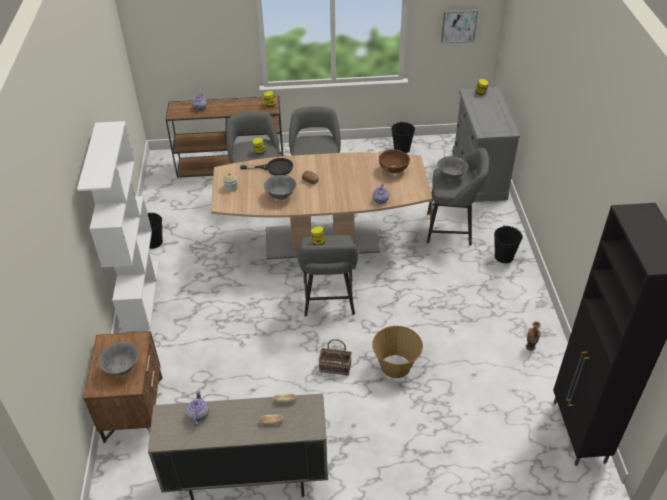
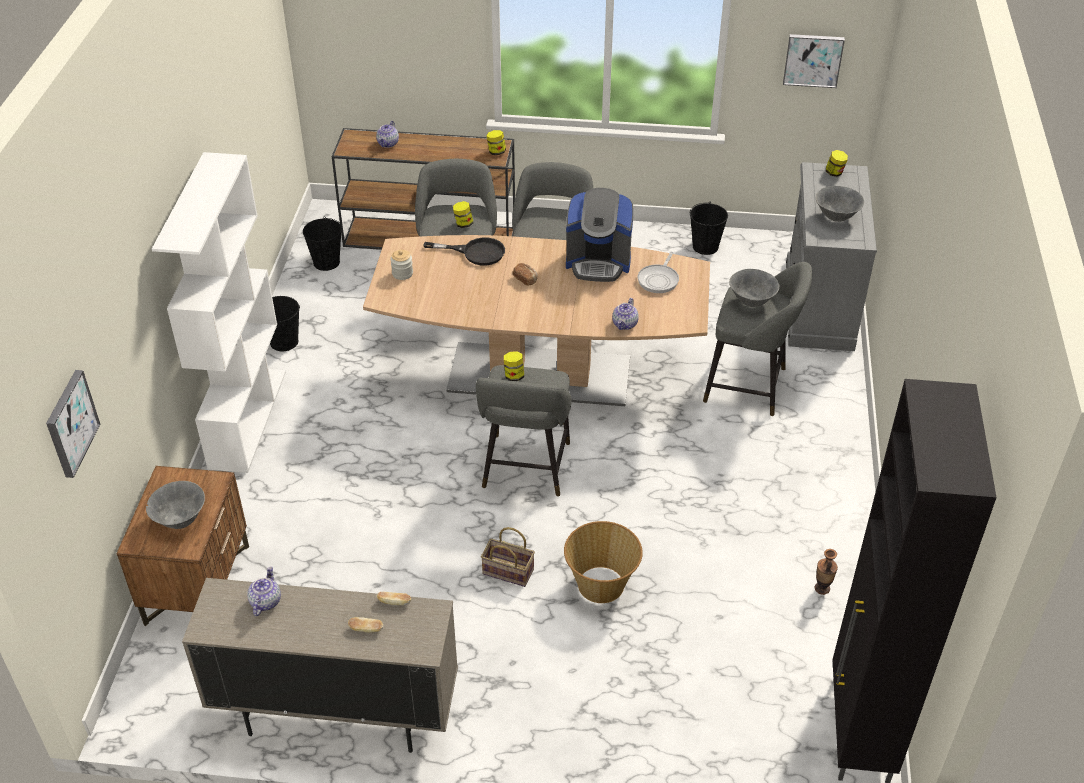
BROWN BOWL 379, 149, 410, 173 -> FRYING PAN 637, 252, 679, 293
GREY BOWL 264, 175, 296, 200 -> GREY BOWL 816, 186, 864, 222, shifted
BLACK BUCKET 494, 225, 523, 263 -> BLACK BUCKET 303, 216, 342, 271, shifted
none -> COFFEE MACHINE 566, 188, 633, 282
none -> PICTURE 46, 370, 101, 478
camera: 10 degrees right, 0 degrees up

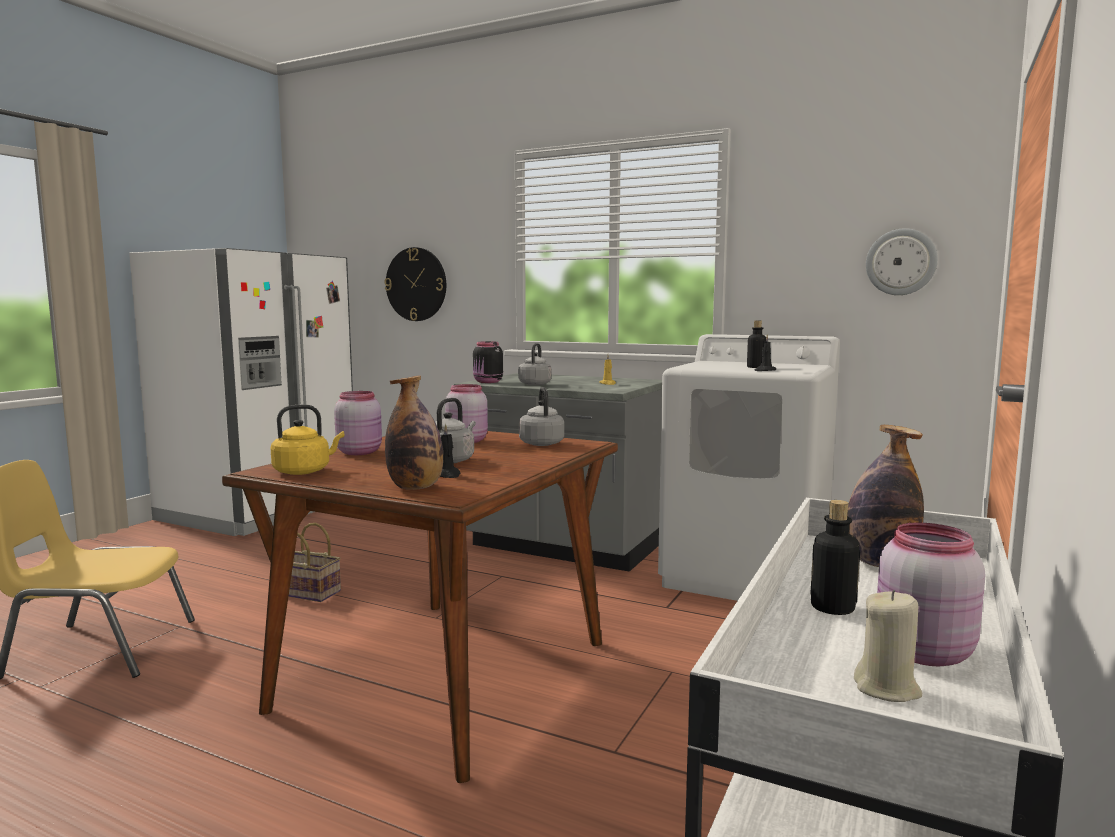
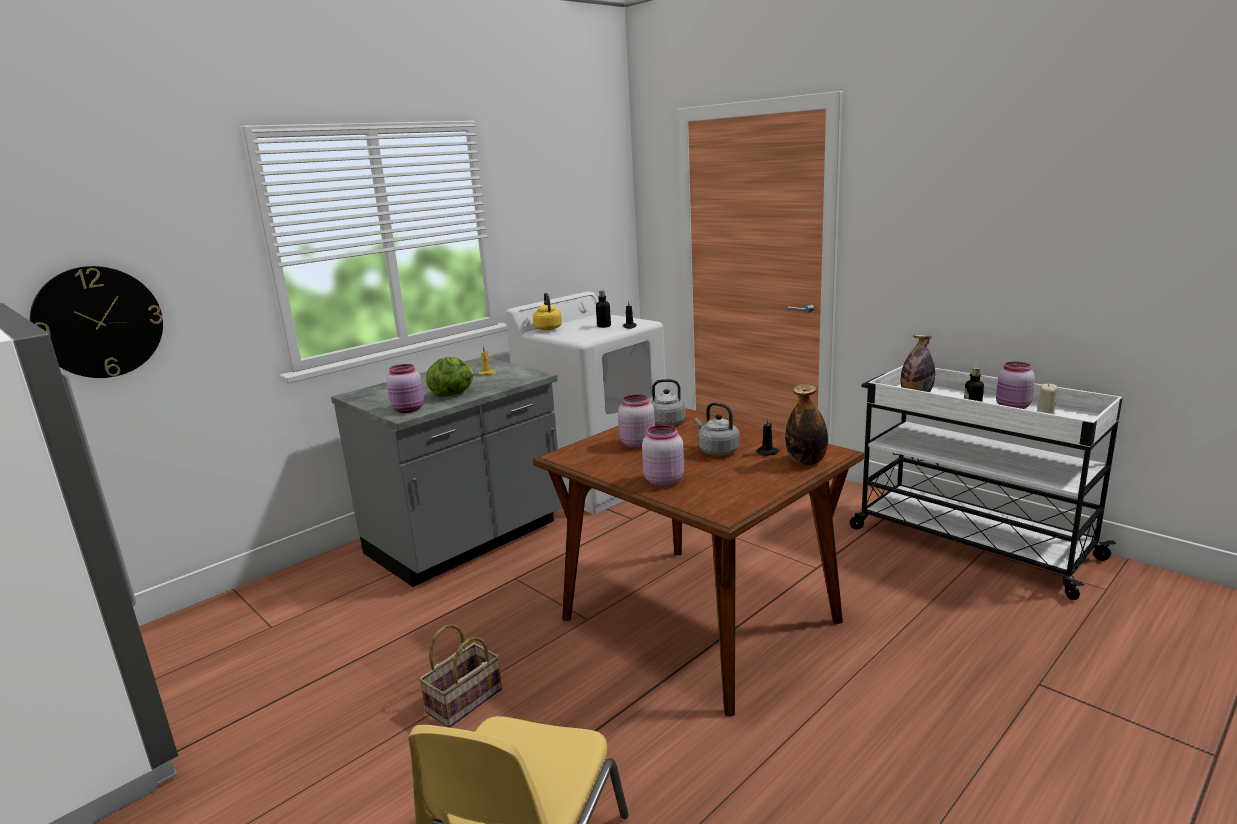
WALL CLOCK 866, 228, 938, 295 -> none
BLACK JAR 473, 341, 503, 383 -> PINK JAR 386, 364, 424, 413
GREY KETTLE 518, 343, 552, 385 -> LETTUCE 426, 357, 473, 397
YELLOW KETTLE 271, 405, 345, 475 -> YELLOW KETTLE 533, 293, 562, 330, shifted
camera: 70 degrees left, 10 degrees up

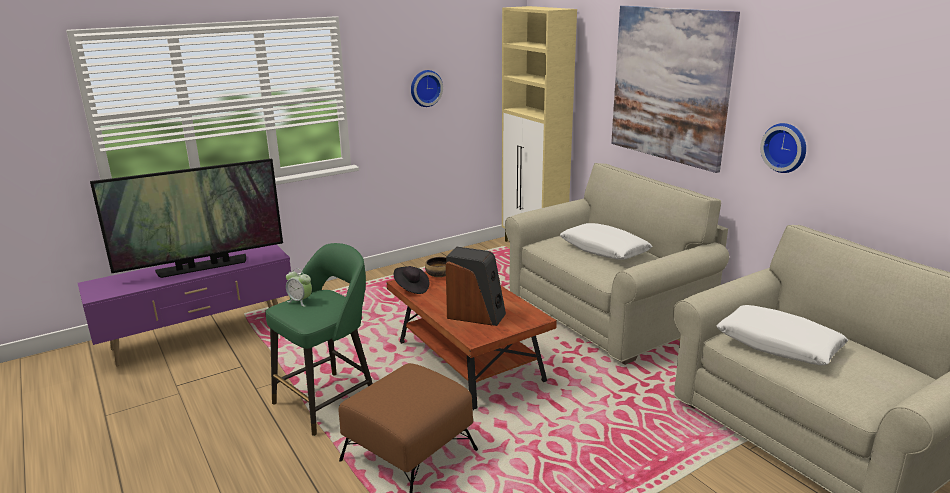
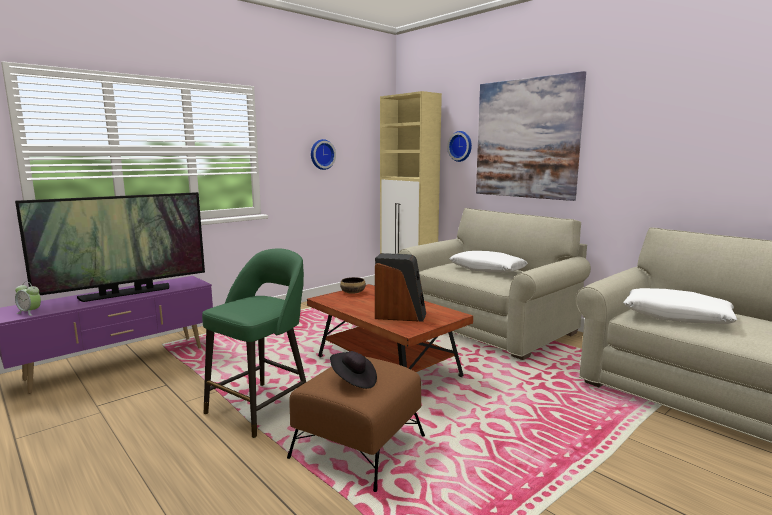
WALL CLOCK 760, 123, 806, 173 -> WALL CLOCK 447, 131, 472, 162, shifted
BLACK HAT 394, 266, 429, 294 -> BLACK HAT 330, 351, 377, 389, shifted
ALARM CLOCK 286, 268, 312, 307 -> ALARM CLOCK 15, 282, 41, 316, shifted
camera: 10 degrees left, 10 degrees down

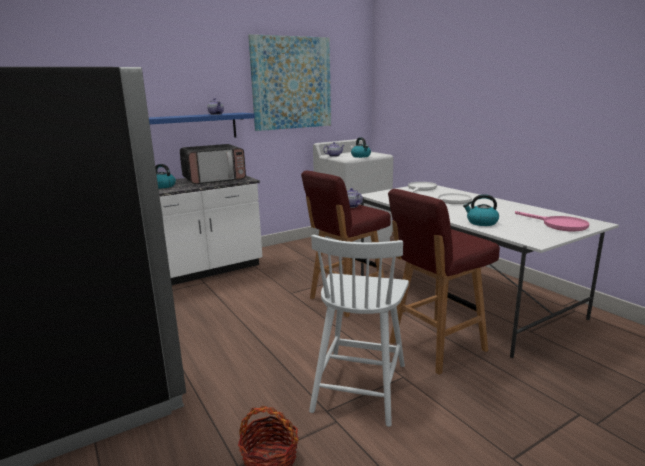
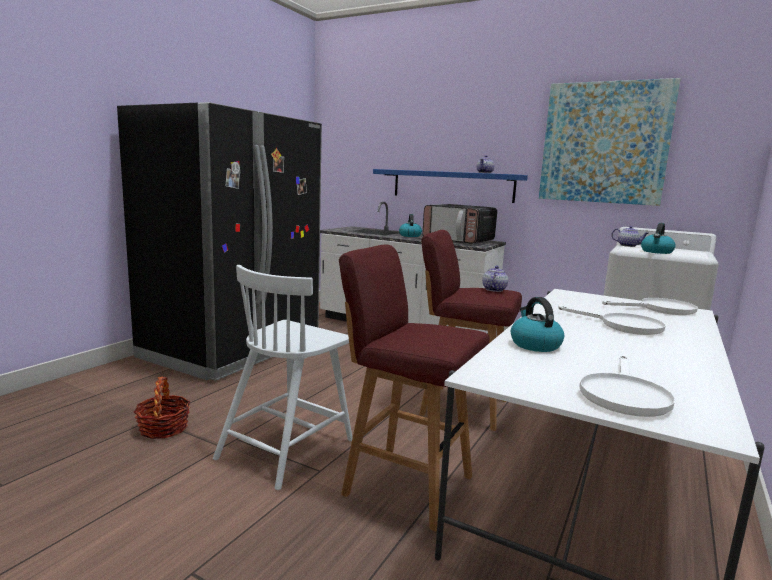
PINK FRYING PAN 515, 211, 589, 231 -> WHITE FRYING PAN 579, 355, 675, 417
WHITE CHAIR 309, 235, 409, 427 -> WHITE CHAIR 213, 265, 353, 490, 45 degrees counterclockwise
camera: 60 degrees right, 5 degrees down

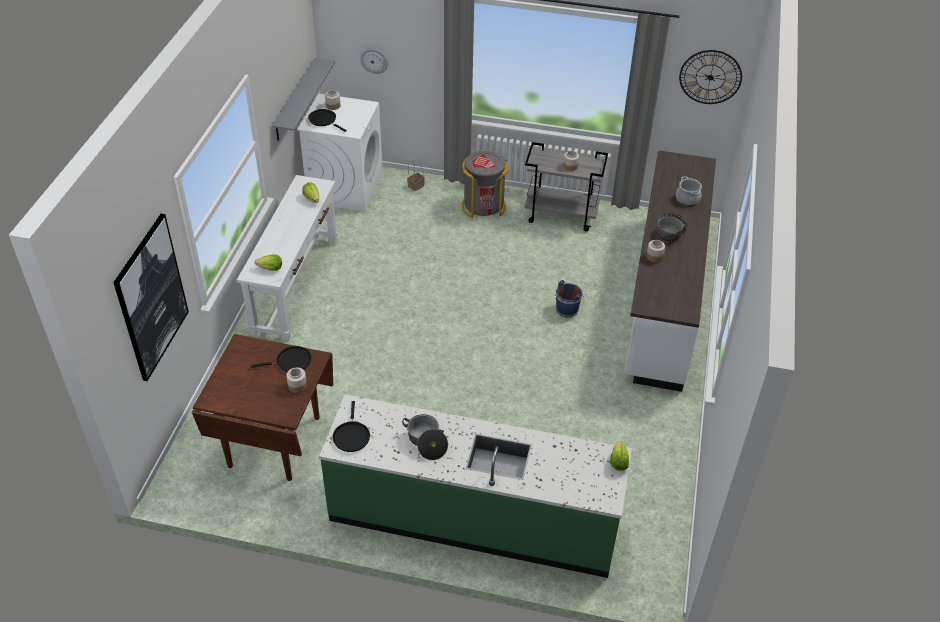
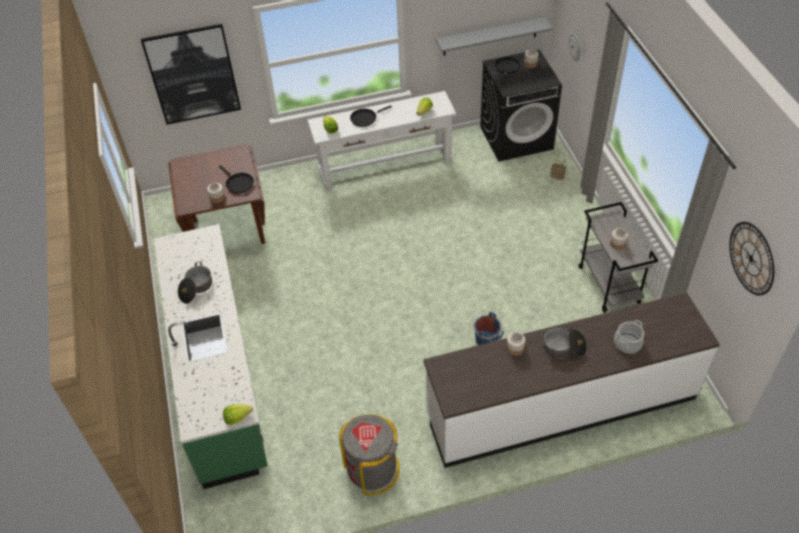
WHITE WASHING MACHINE 297, 94, 383, 212 -> BLACK WASHING MACHINE 480, 49, 562, 162
GREY TRASH CAN 462, 151, 509, 218 -> GREY TRASH CAN 339, 414, 400, 495, shifted
BLACK FRYING PAN 333, 401, 370, 452 -> BLACK FRYING PAN 350, 105, 392, 127, shifted
camera: 65 degrees right, 5 degrees up

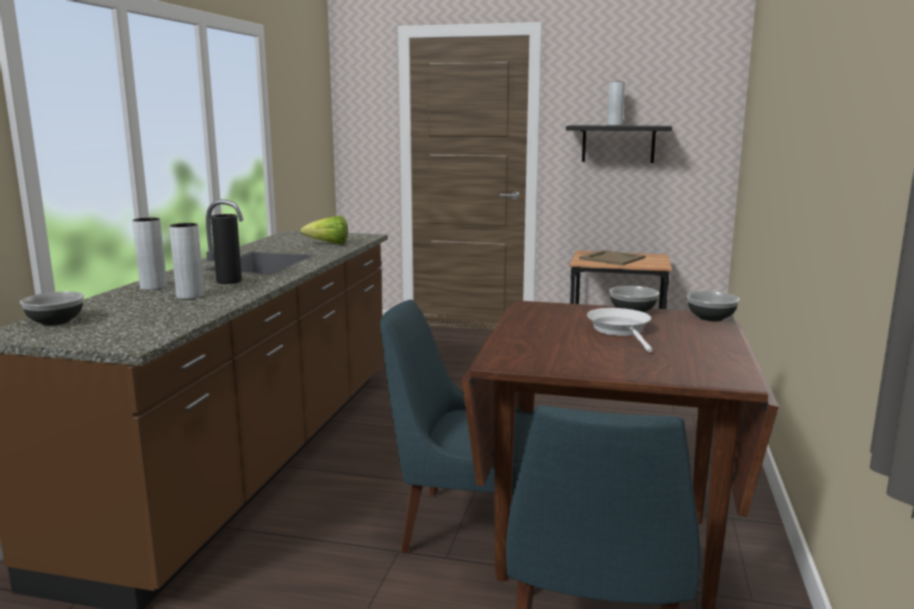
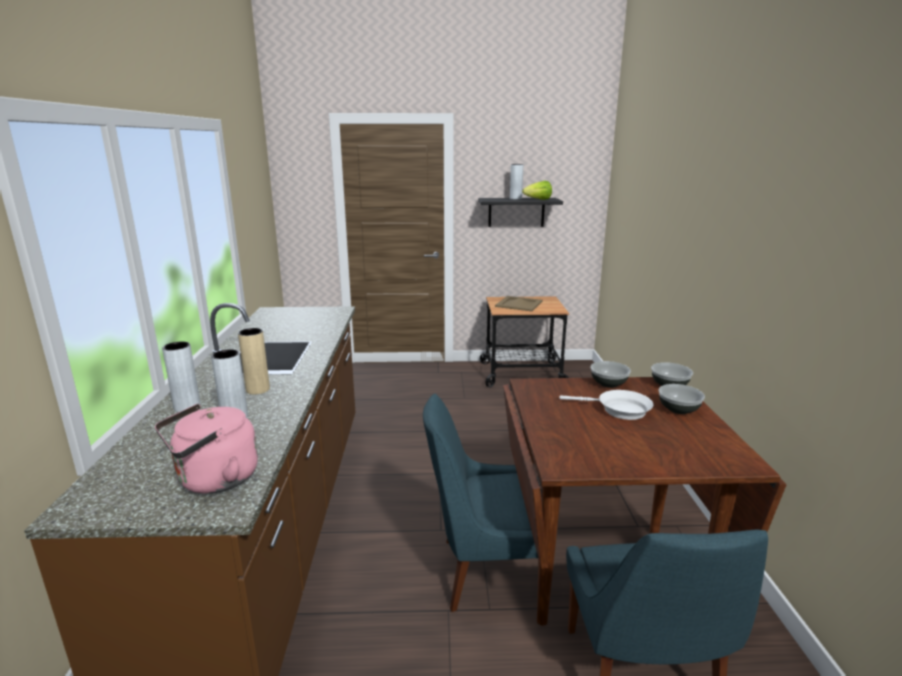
BLACK VASE 211, 214, 242, 284 -> BEIGE VASE 238, 328, 270, 395
LETTUCE 300, 216, 348, 244 -> LETTUCE 522, 181, 552, 200, shifted
BOWL 20, 291, 84, 326 -> BOWL 658, 384, 705, 414, shifted
WHITE FRYING PAN 587, 308, 652, 352 -> WHITE FRYING PAN 559, 390, 653, 420, 135 degrees clockwise
none -> PINK KETTLE 155, 404, 258, 494
camera: 15 degrees left, 5 degrees up

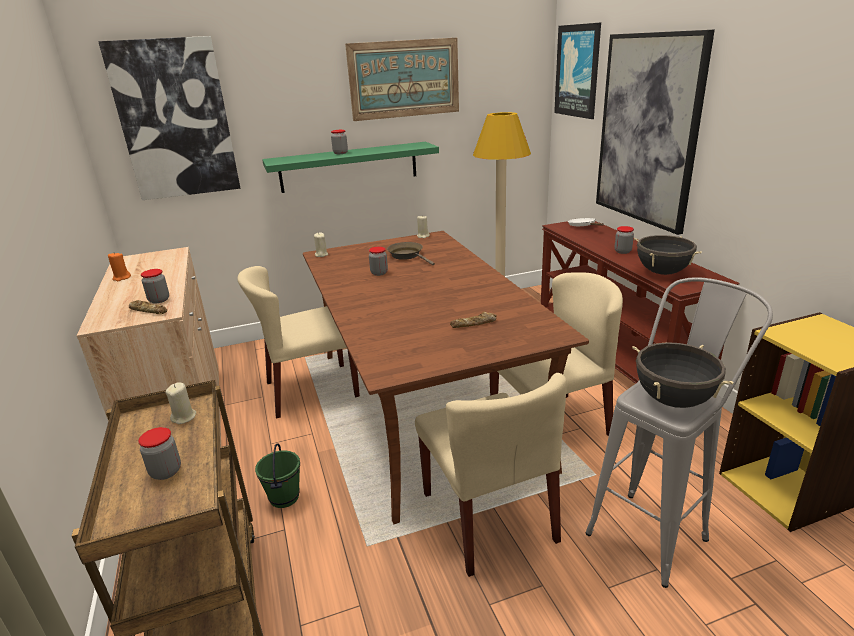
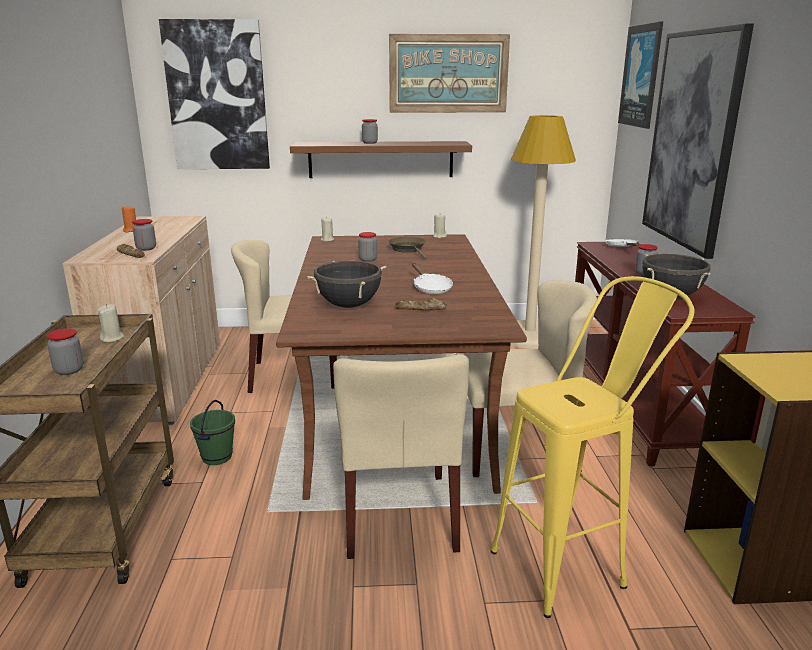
GREEN SHELF 262, 142, 439, 193 -> BROWN SHELF 290, 141, 472, 178
GREY STOOL 586, 277, 773, 588 -> YELLOW STOOL 491, 276, 695, 618
BLACK COOKING POT 632, 342, 734, 408 -> BLACK COOKING POT 307, 261, 386, 308, shifted
none -> WHITE FRYING PAN 412, 263, 453, 294
camera: 15 degrees right, 5 degrees down

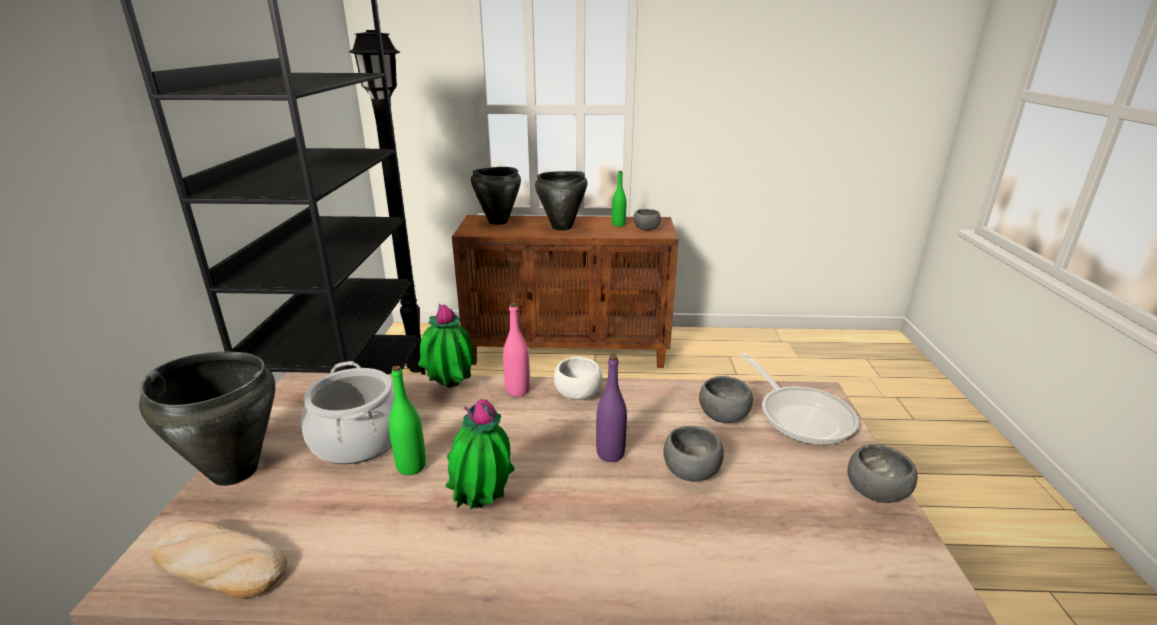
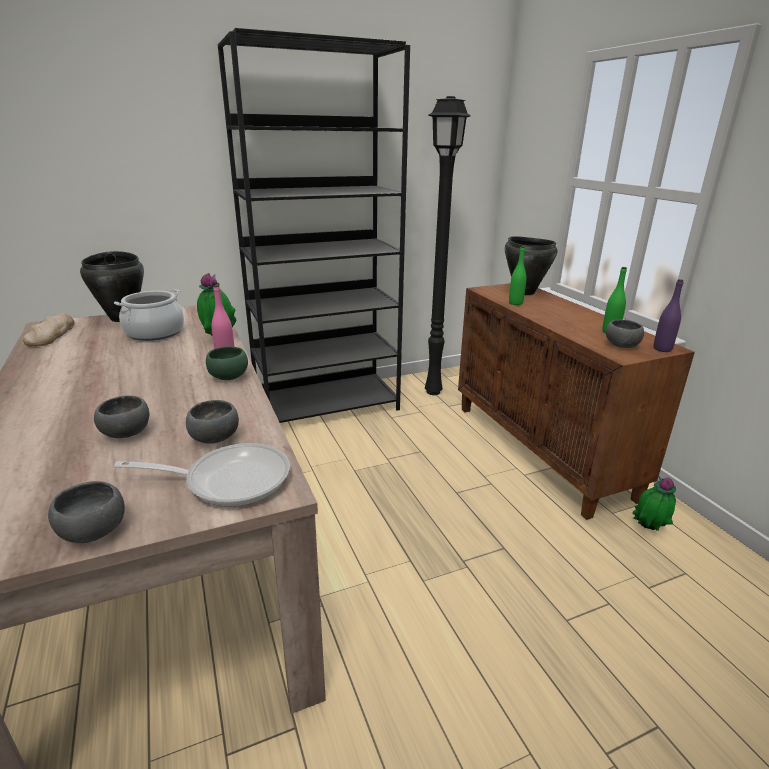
BLACK COOKING POT 535, 171, 587, 231 -> none
FRYING PAN 741, 353, 859, 445 -> FRYING PAN 114, 443, 290, 507, 135 degrees counterclockwise
PURPLE BOTTLE 596, 355, 627, 462 -> PURPLE BOTTLE 653, 279, 683, 352, shifted
WHITE BOWL 554, 357, 602, 400 -> GREEN BOWL 206, 346, 248, 380
GREEN BOTTLE 389, 365, 426, 475 -> GREEN BOTTLE 509, 246, 527, 305, shifted
POTTED PLANT 445, 399, 515, 510 -> POTTED PLANT 632, 476, 676, 531, shifted
camera: 65 degrees right, 0 degrees up

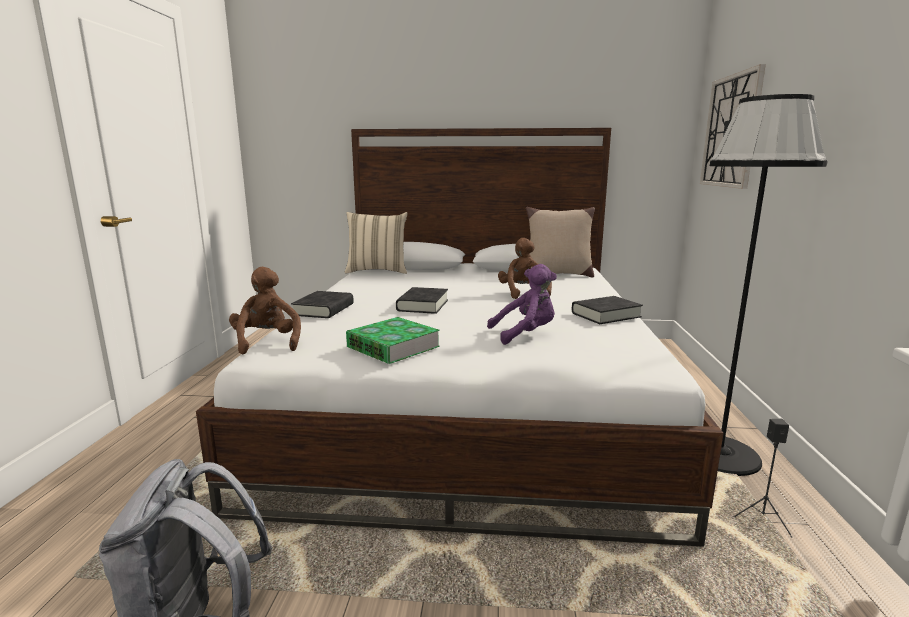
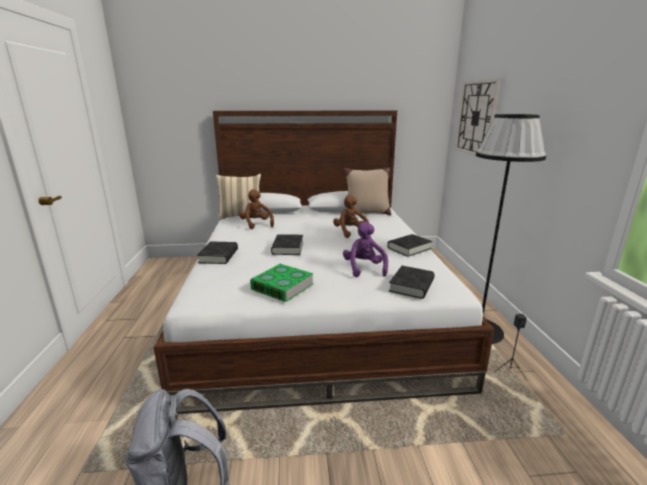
PURPLE PLUSH TOY 487, 264, 557, 345 -> PURPLE PLUSH TOY 343, 221, 388, 277, 75 degrees counterclockwise
BROWN PLUSH TOY 229, 267, 301, 354 -> BROWN PLUSH TOY 239, 189, 274, 229, shifted
none -> BLACK BOOK 389, 266, 435, 299
camera: 10 degrees left, 5 degrees up

